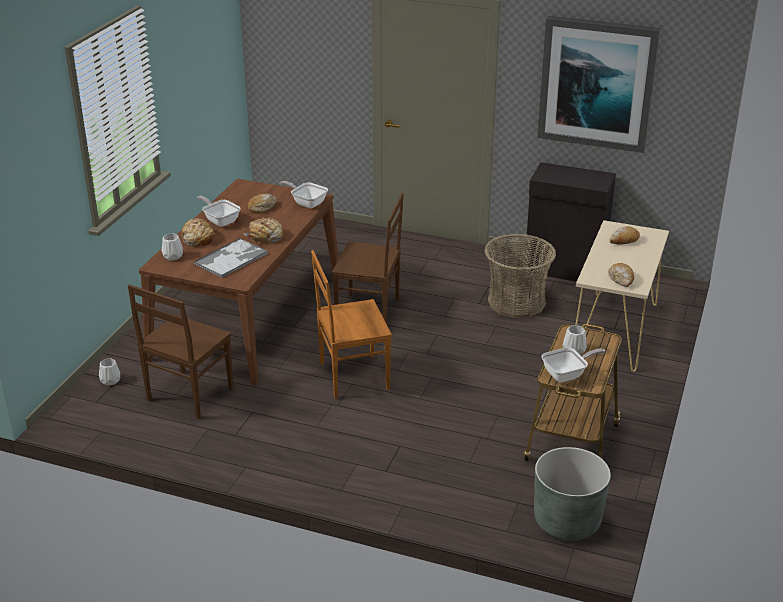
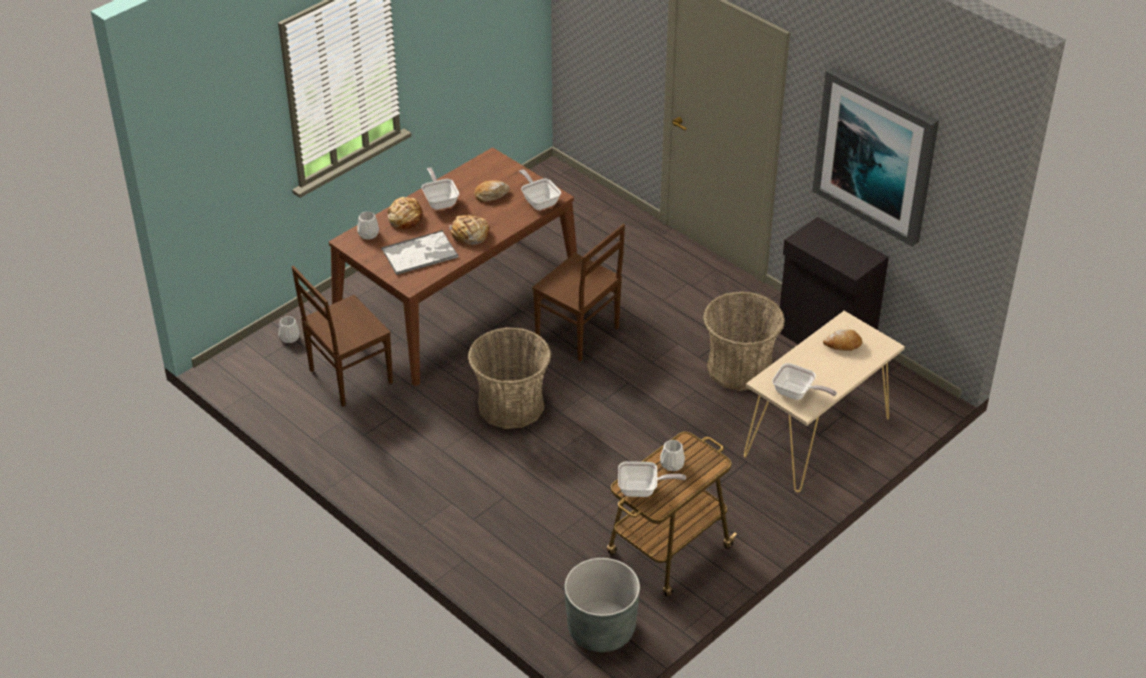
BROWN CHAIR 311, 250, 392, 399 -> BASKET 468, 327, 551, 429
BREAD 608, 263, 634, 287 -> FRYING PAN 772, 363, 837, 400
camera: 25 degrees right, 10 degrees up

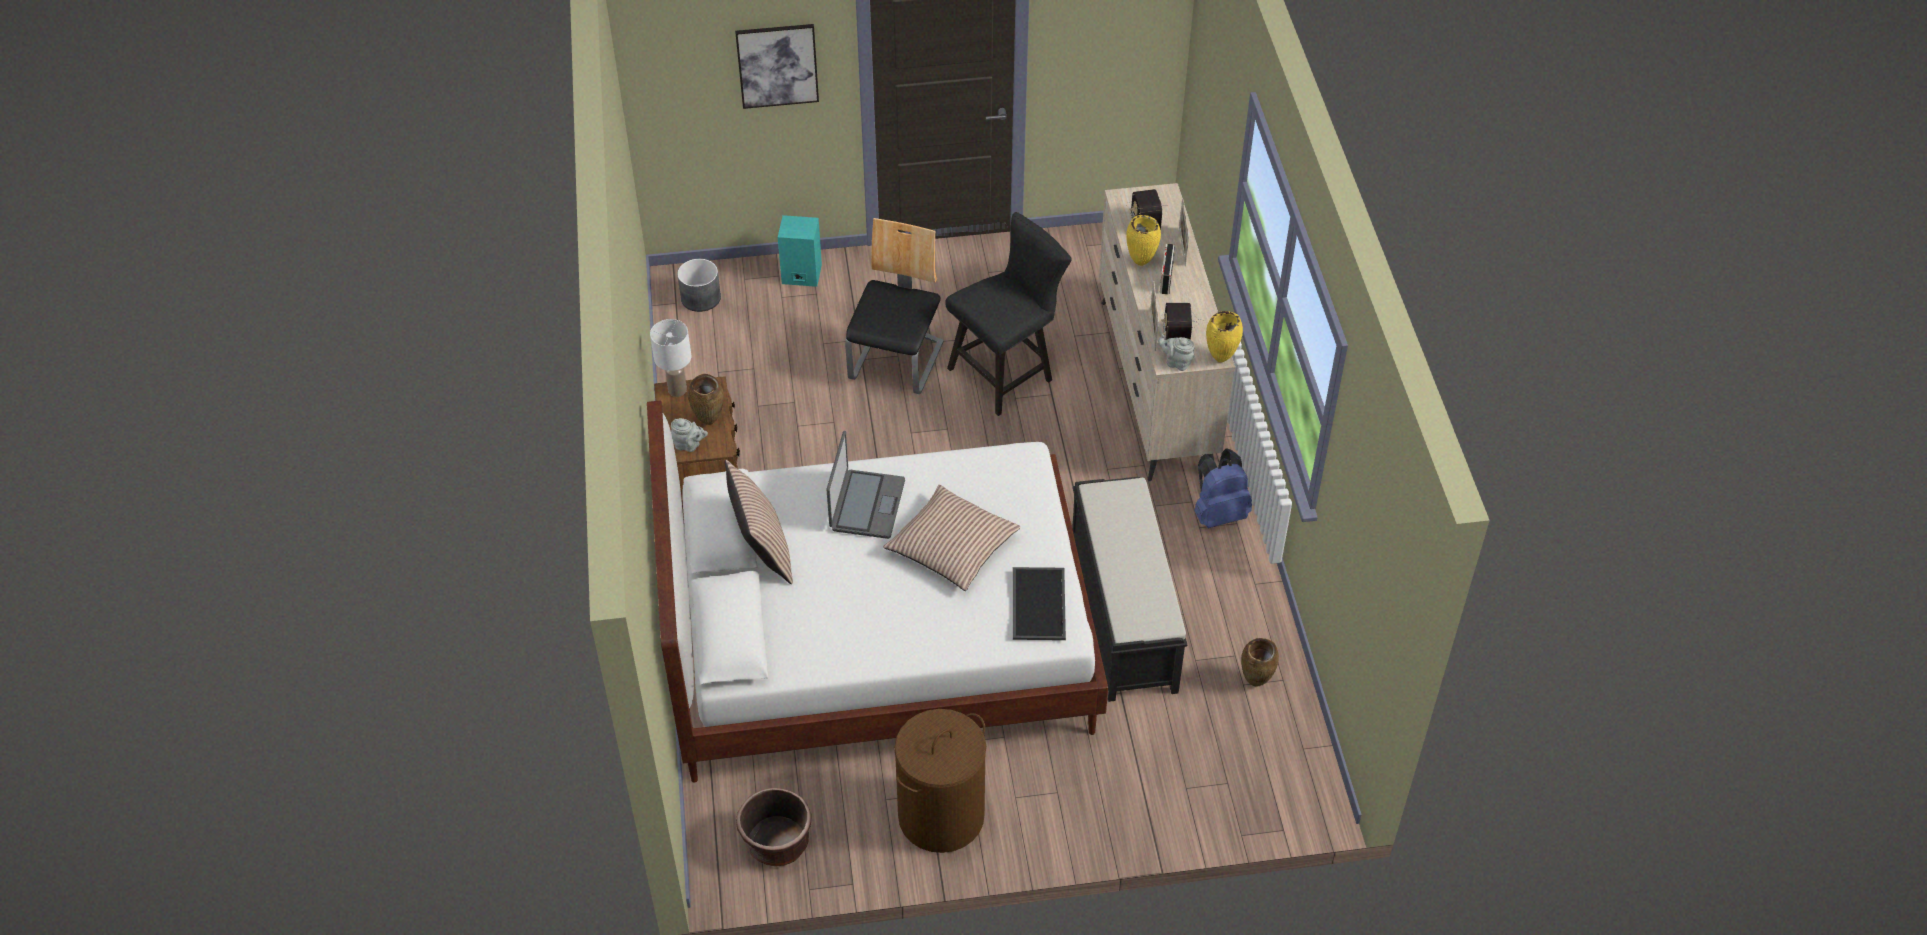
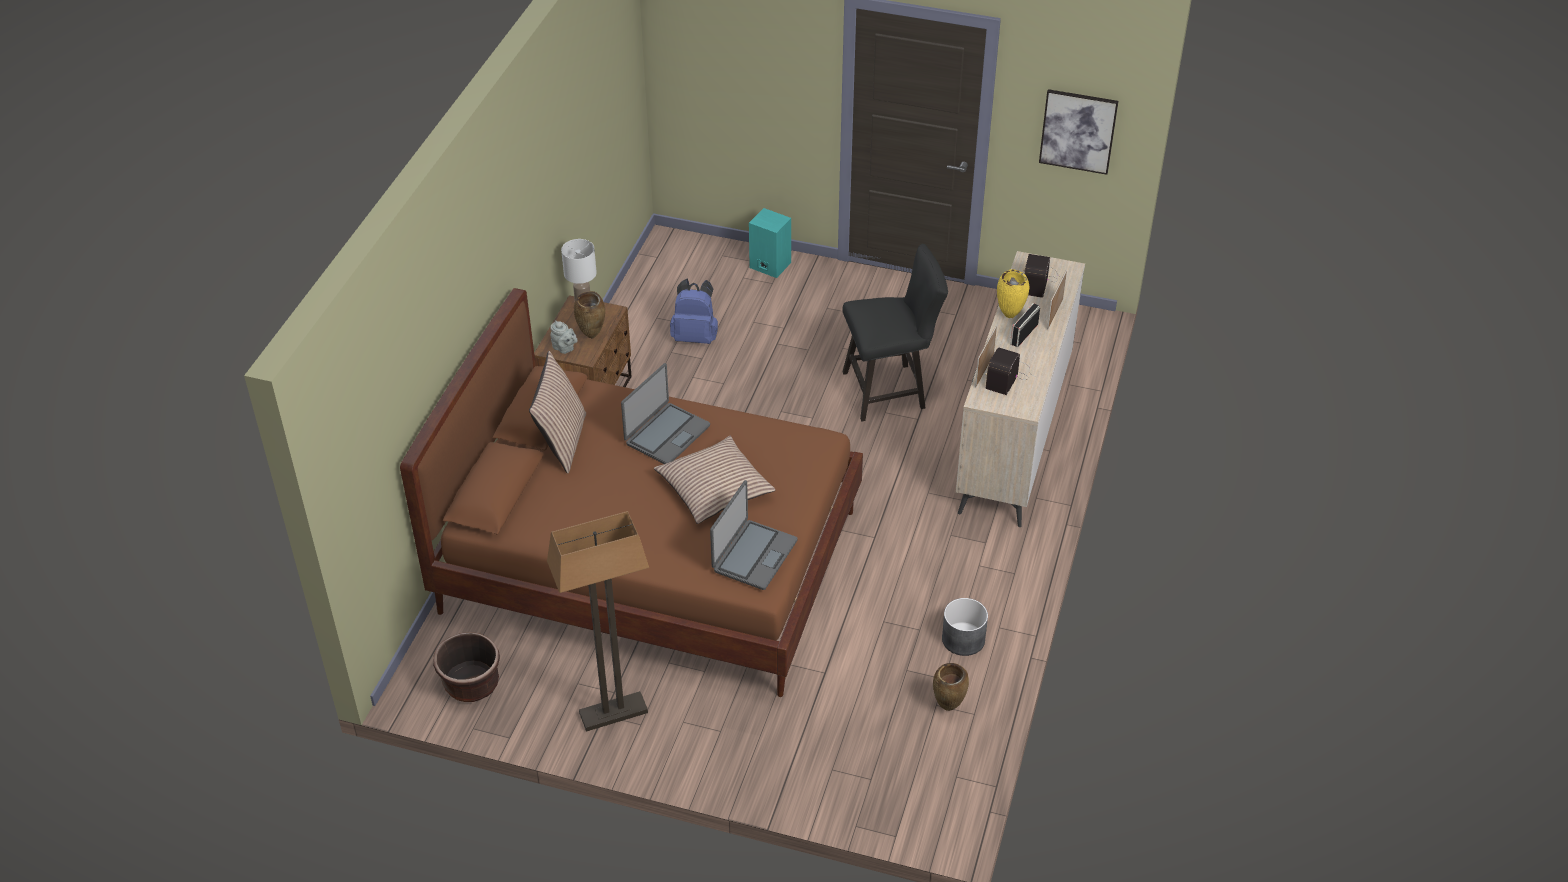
PICTURE 735, 24, 819, 109 -> PICTURE 1039, 89, 1118, 175, shifted
CHAIR 845, 218, 944, 394 -> none
GREY PLANTER 677, 259, 721, 312 -> GREY PLANTER 942, 598, 988, 656, shifted
YELLOW VASE 1206, 311, 1243, 363 -> none
GREY TEAPOT 1158, 334, 1195, 371 -> none
WHITE BED 647, 400, 1108, 783 -> BROWN BED 400, 288, 863, 697
BLUE BACKPACK 1194, 448, 1252, 528 -> BLUE BACKPACK 670, 278, 718, 344, shifted
BLACK BENCH 1072, 477, 1187, 702 -> none
TRAY 1013, 567, 1066, 640 -> LAPTOP 710, 480, 798, 590
BROWN LAUNDRY BASKET 894, 709, 986, 853 -> FLOOR LAMP 547, 511, 649, 732
camera: 25 degrees right, 5 degrees down

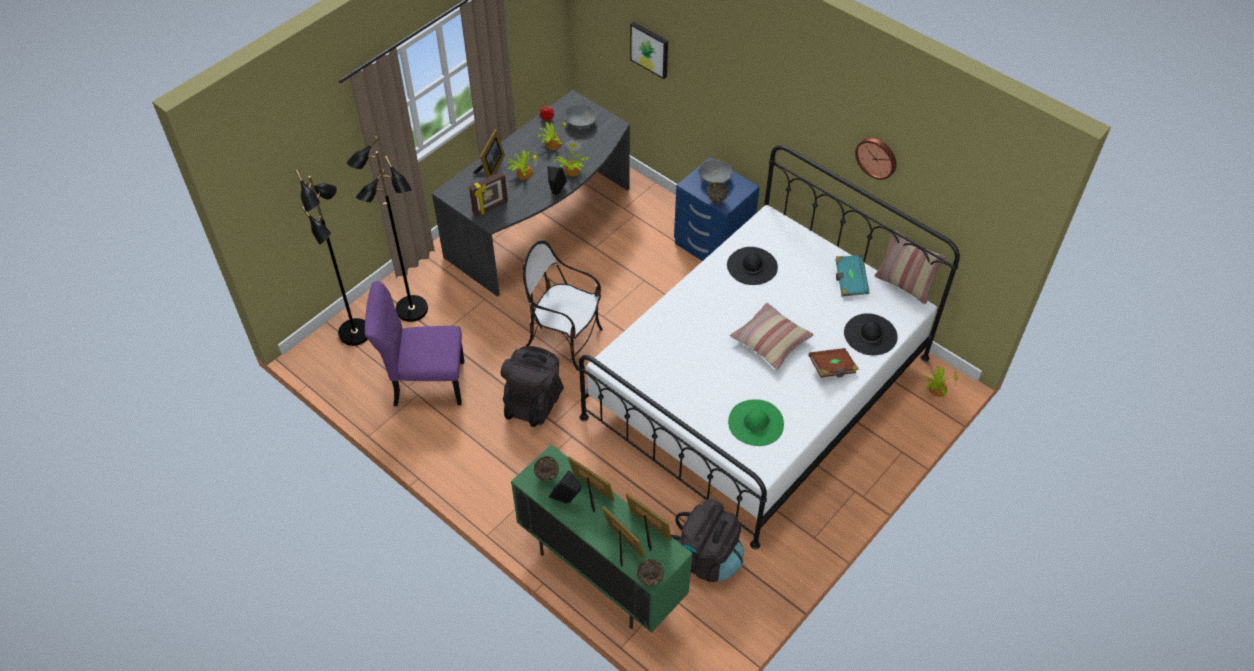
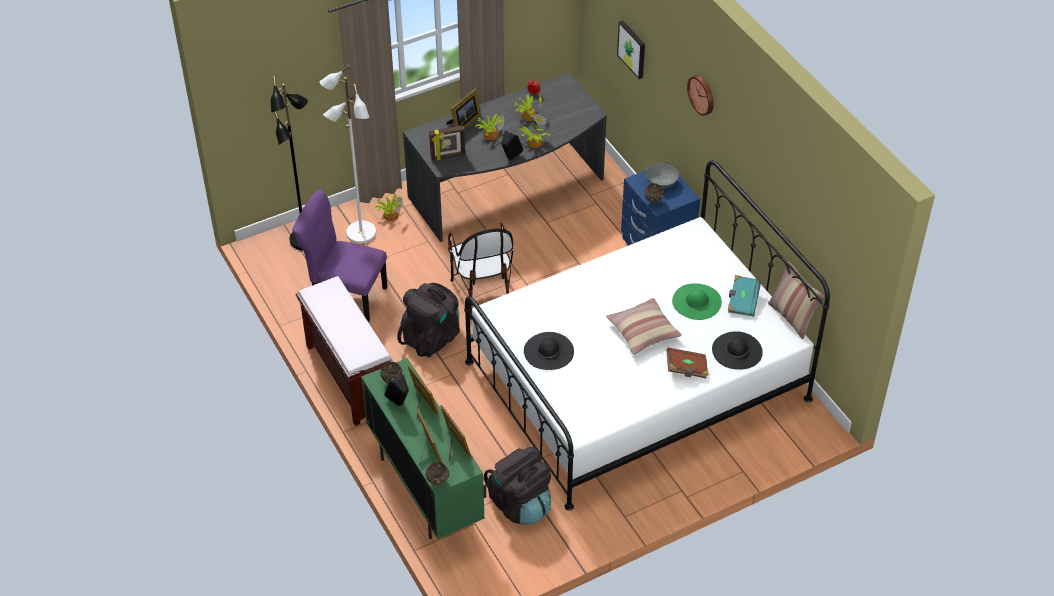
GREY BOWL 565, 104, 597, 129 -> none
BLACK FLOOR LAMP 346, 136, 428, 322 -> WHITE FLOOR LAMP 320, 64, 376, 244
WALL CLOCK 855, 138, 897, 180 -> WALL CLOCK 687, 75, 714, 116, shifted
CHAIR 523, 240, 603, 371 -> CHAIR 448, 222, 514, 320, 150 degrees counterclockwise
BLACK HAT 727, 247, 778, 285 -> BLACK HAT 524, 332, 574, 370, shifted
POTTED PLANT 924, 366, 958, 397 -> POTTED PLANT 374, 195, 403, 221, shifted
GREEN HAT 728, 399, 784, 446 -> GREEN HAT 672, 283, 722, 320, shifted
none -> BROWN BENCH 296, 276, 394, 426
camera: 20 degrees right, 5 degrees down

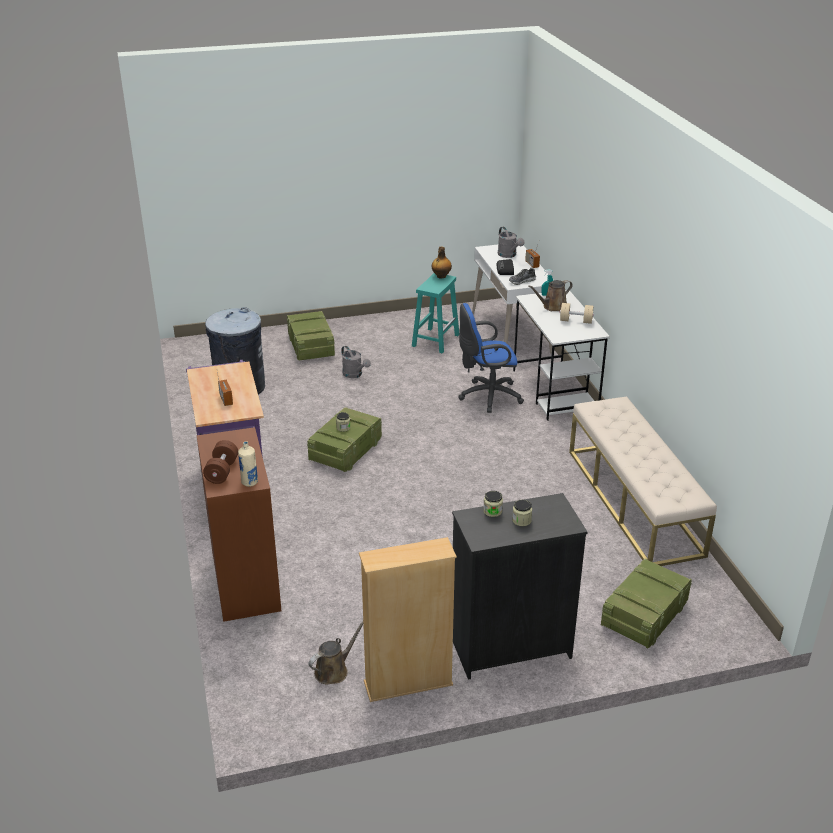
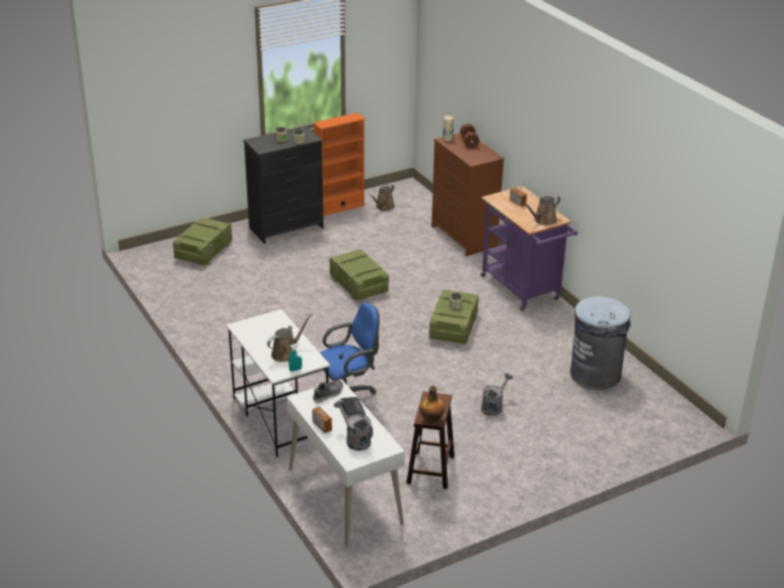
TURQUOISE STOOL 412, 273, 459, 354 -> BROWN STOOL 406, 391, 455, 489
BEIGE DUMBBELL 560, 303, 594, 324 -> none
CRATE 287, 311, 335, 361 -> CRATE 329, 249, 389, 301, shifted
GREY WATERING CAN 341, 346, 371, 378 -> GREY WATERING CAN 481, 373, 513, 416, 90 degrees clockwise
BEIGE BENCH 569, 396, 717, 566 -> none
BEIGE BOOKCASE 359, 537, 457, 702 -> ORANGE BOOKCASE 313, 113, 365, 216
none -> BROWN WATERING CAN 523, 195, 560, 225
camera: 165 degrees right, 0 degrees up

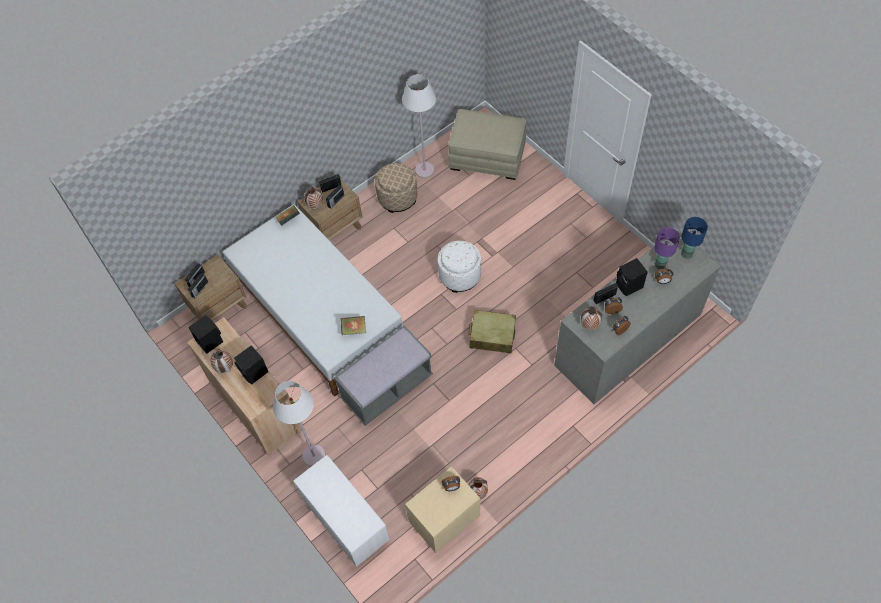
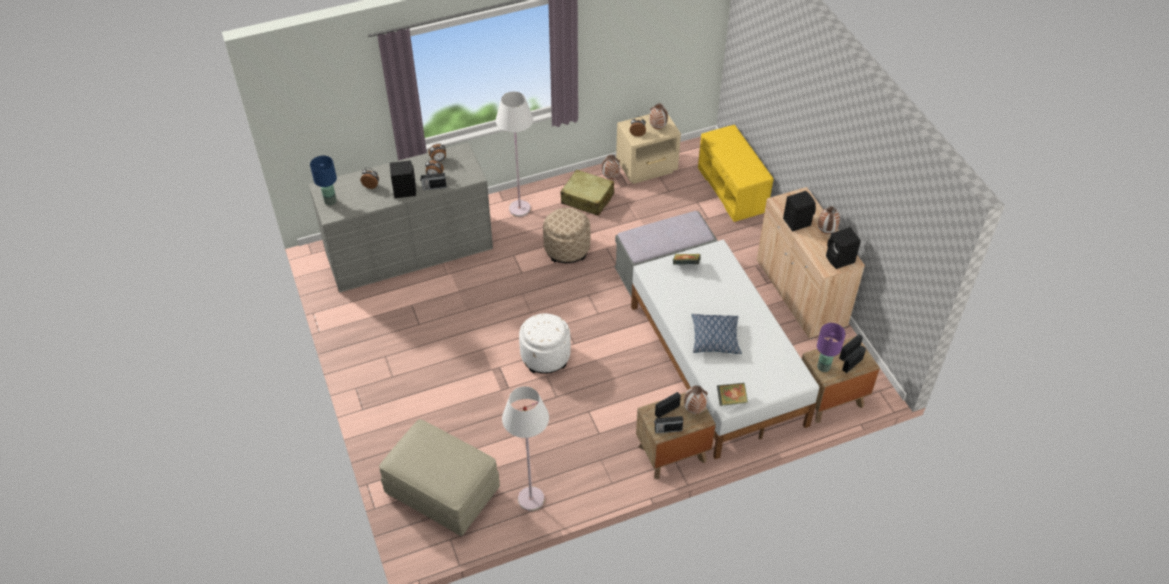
BEIGE OTTOMAN 375, 163, 417, 213 -> BEIGE OTTOMAN 543, 208, 590, 263, shifted
PURPLE TABLE LAMP 654, 227, 680, 269 -> PURPLE TABLE LAMP 817, 323, 846, 372, shifted
VASE 581, 306, 602, 330 -> VASE 649, 103, 668, 129, shifted
BEIGE SUITCASE 469, 310, 516, 353 -> BEIGE SUITCASE 560, 169, 614, 216, shifted
WHITE FLOOR LAMP 273, 381, 325, 467 -> WHITE FLOOR LAMP 496, 92, 533, 217, shifted
WHITE BENCH 294, 455, 389, 567 -> YELLOW BENCH 698, 125, 774, 222
none -> PILLOW 692, 314, 742, 354
camera: 165 degrees left, 10 degrees down

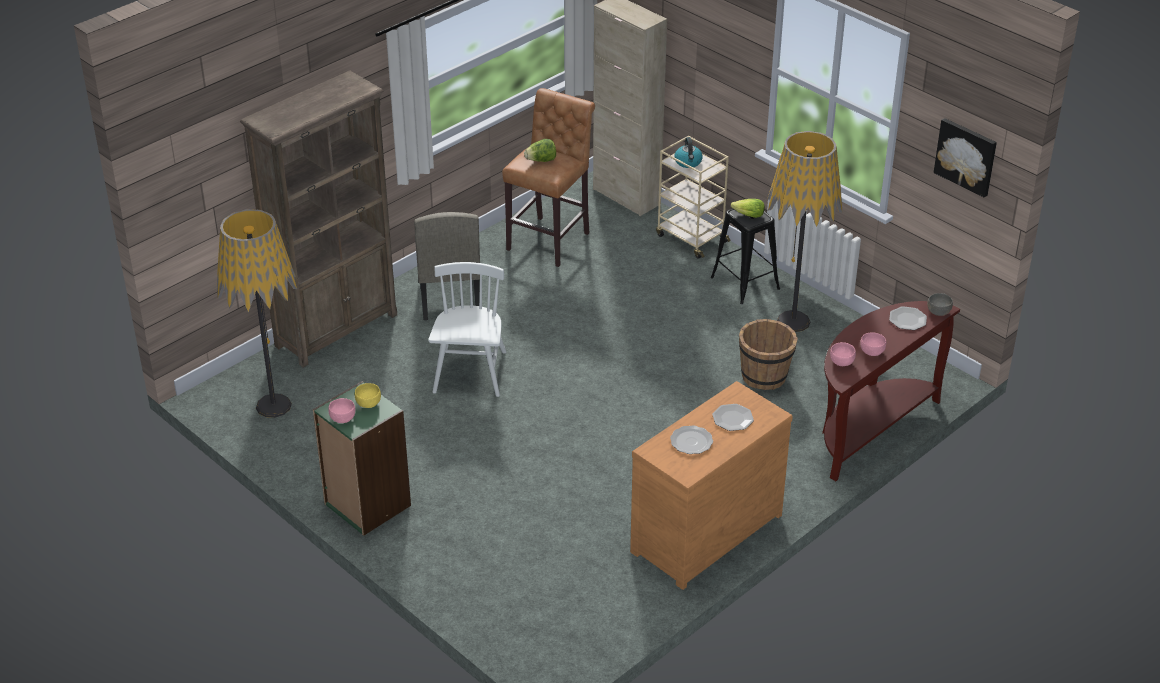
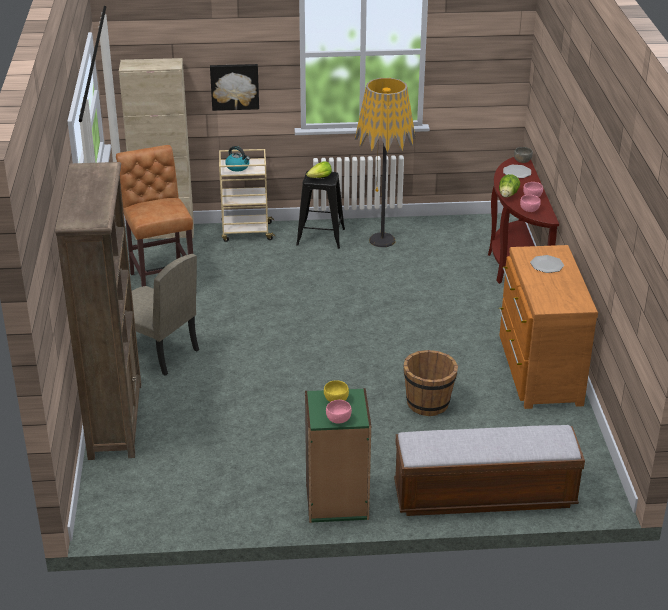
PICTURE 934, 118, 997, 198 -> PICTURE 210, 64, 259, 111, shifted
LETTUCE 524, 139, 556, 162 -> LETTUCE 499, 174, 520, 197, shifted
FLOOR LAMP 217, 209, 297, 418 -> none
WHITE CHAIR 428, 262, 506, 397 -> none
BROWN BUCKET 739, 319, 798, 390 -> BROWN BUCKET 403, 350, 458, 416, shifted
PLATE 670, 425, 713, 454 -> none
none -> BENCH 394, 425, 585, 516
camera: 50 degrees left, 5 degrees down

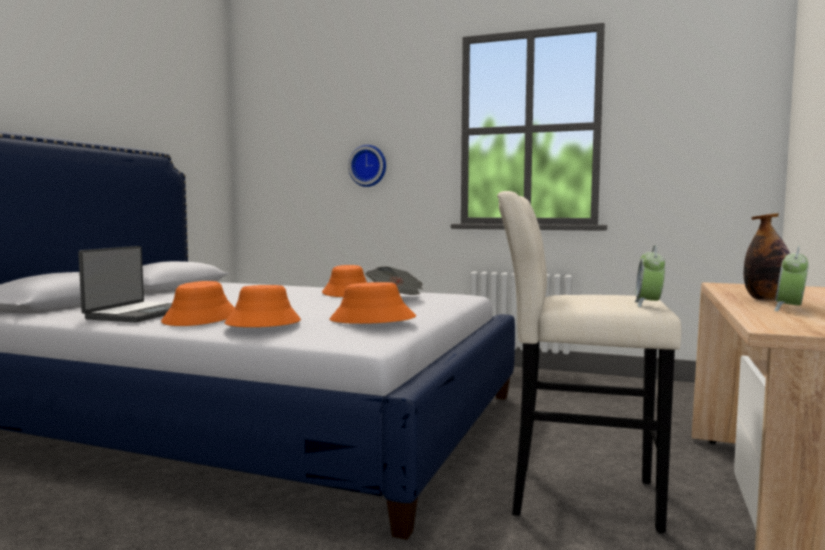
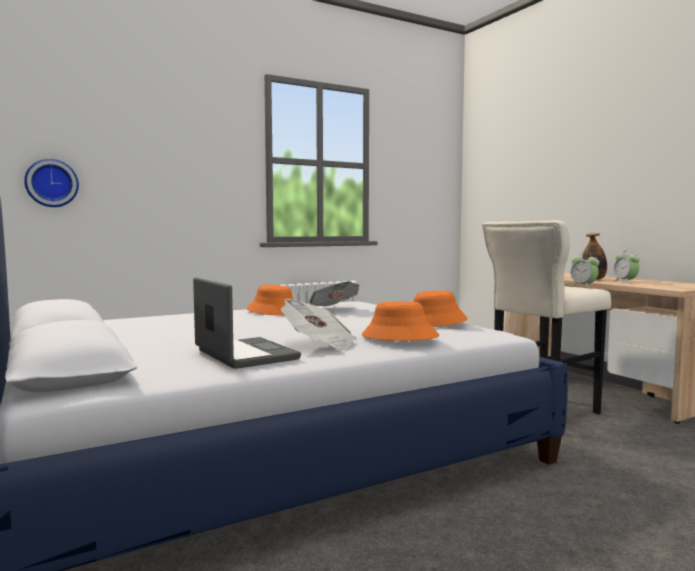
WALL CLOCK 348, 145, 386, 187 -> WALL CLOCK 24, 159, 79, 207, shifted
ORANGE HAT 161, 281, 235, 326 -> NEWSPAPER 281, 299, 356, 351
camera: 50 degrees left, 0 degrees up

